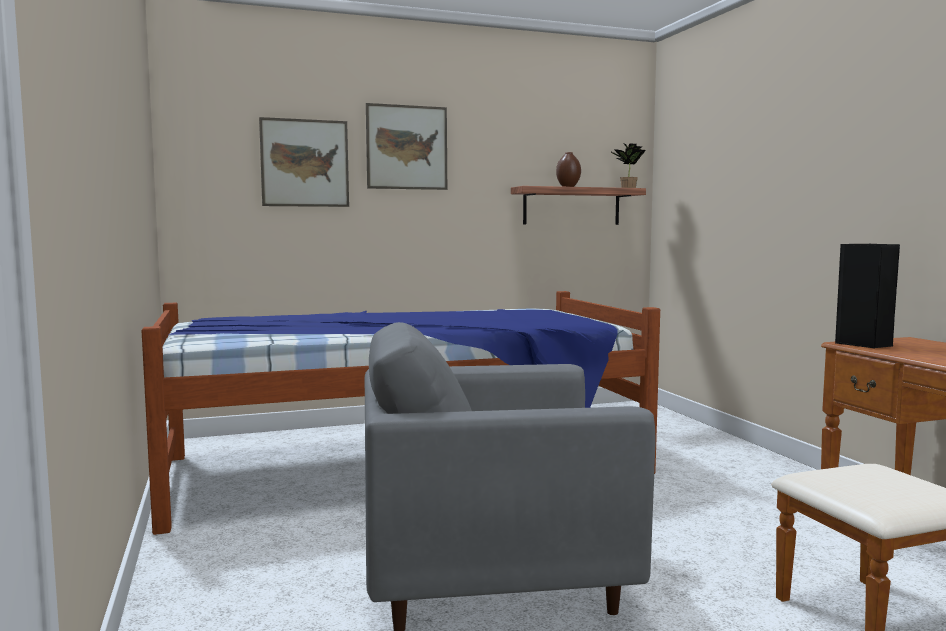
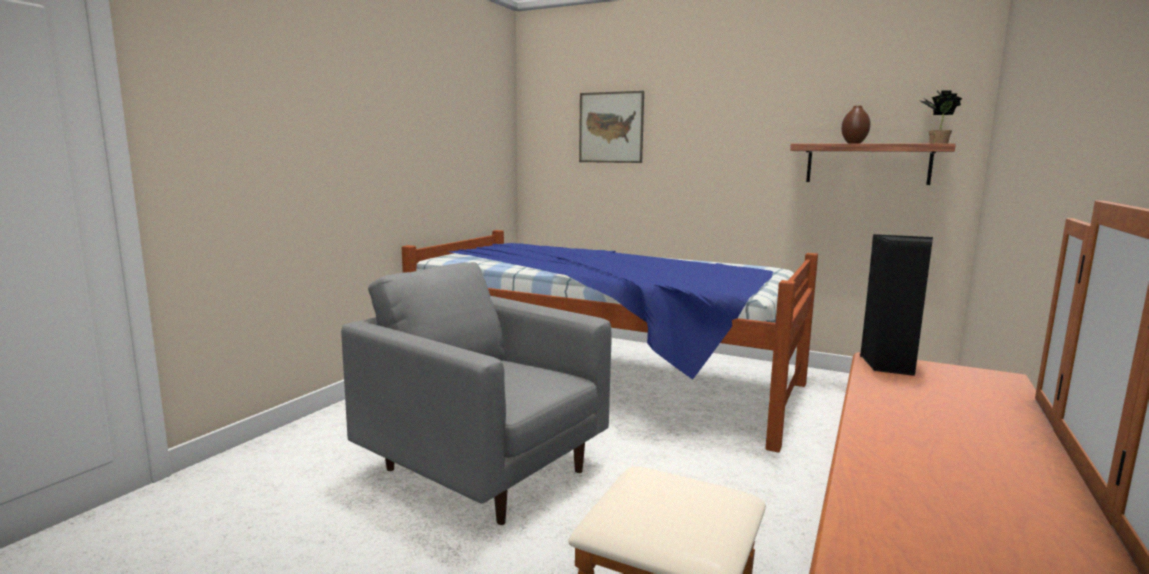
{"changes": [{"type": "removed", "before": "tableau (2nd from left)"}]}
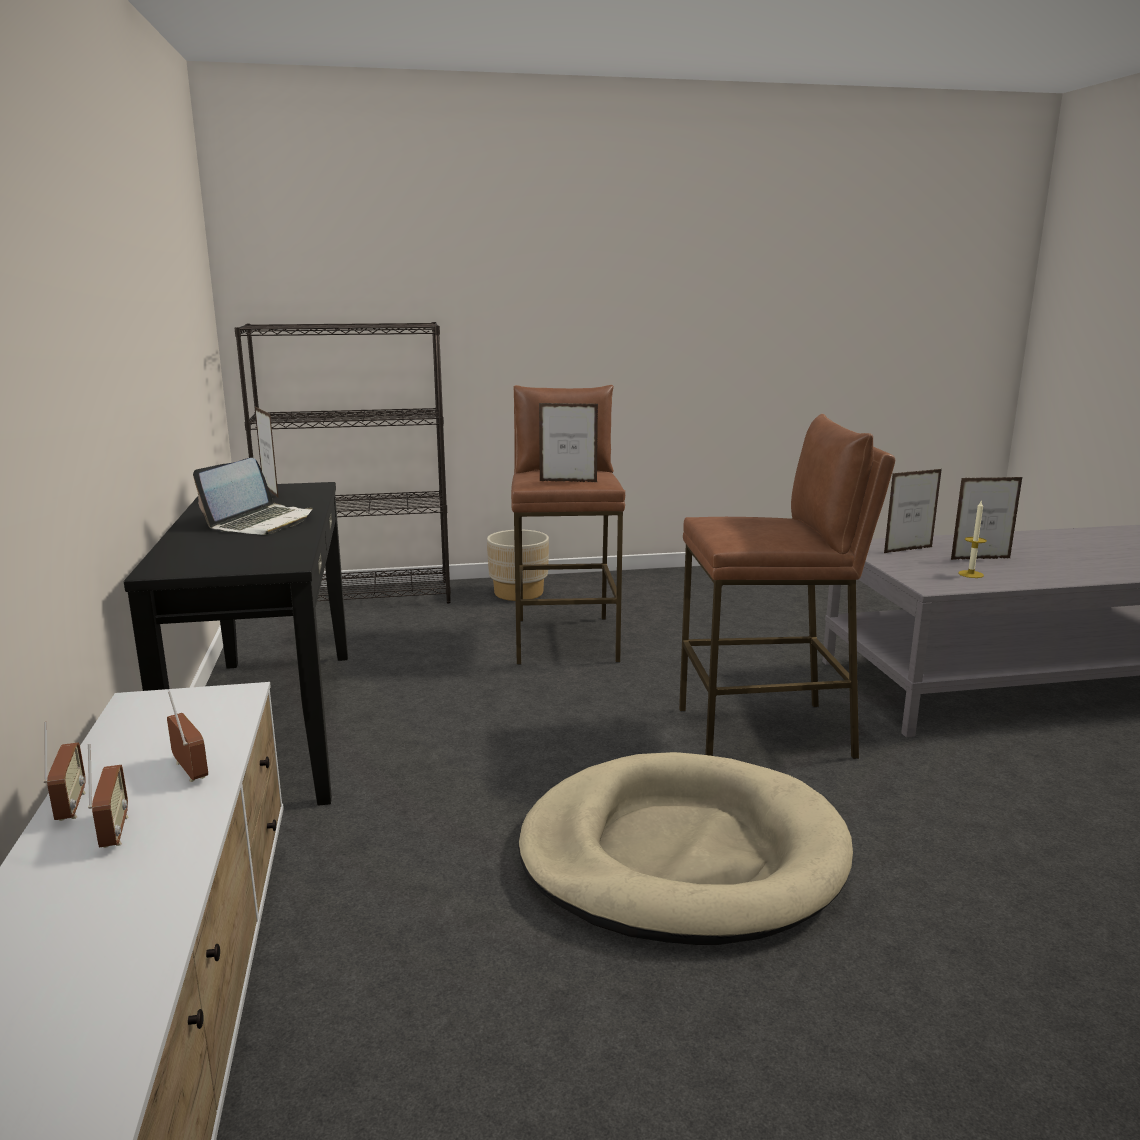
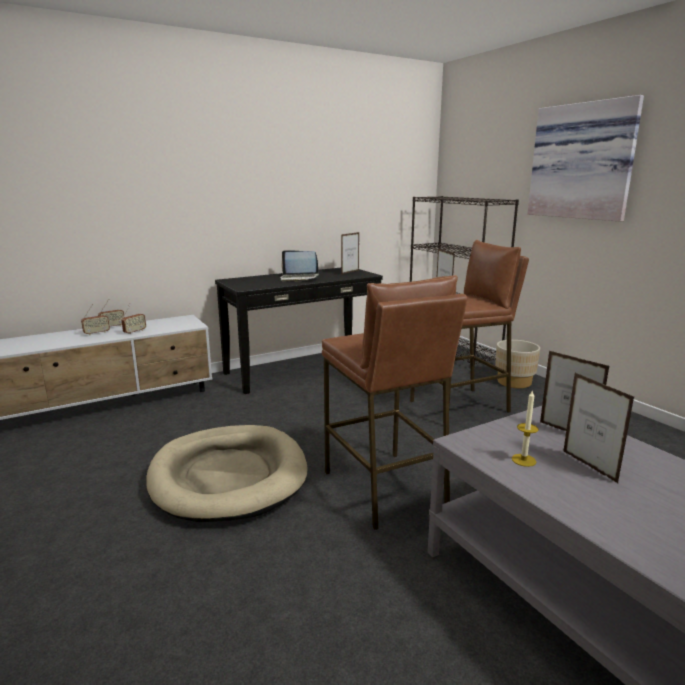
{"changes": [{"type": "added", "after": "tableau"}]}
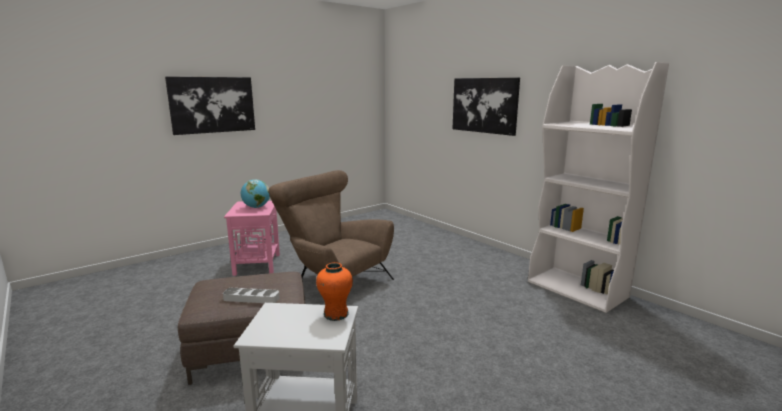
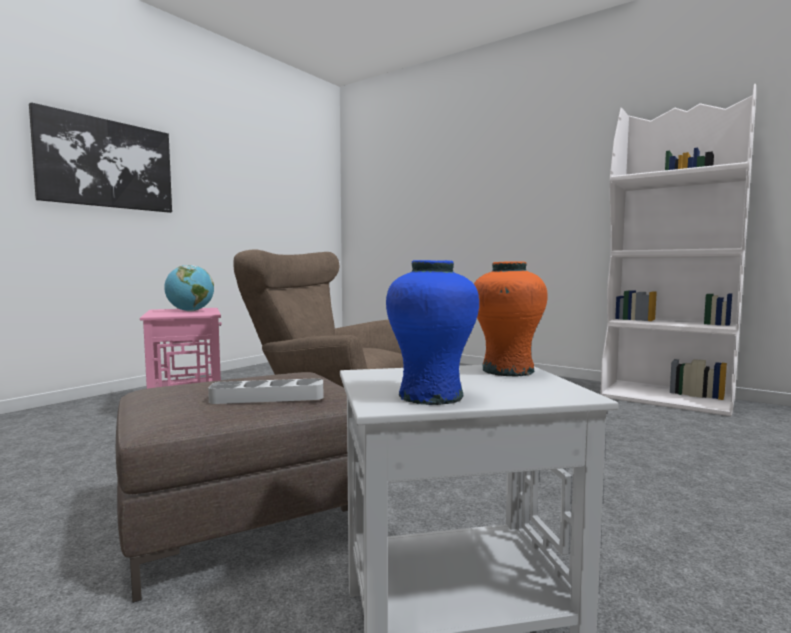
{"changes": [{"type": "added", "after": "vase/bleu"}, {"type": "removed", "before": "tableau (2nd from left)"}]}
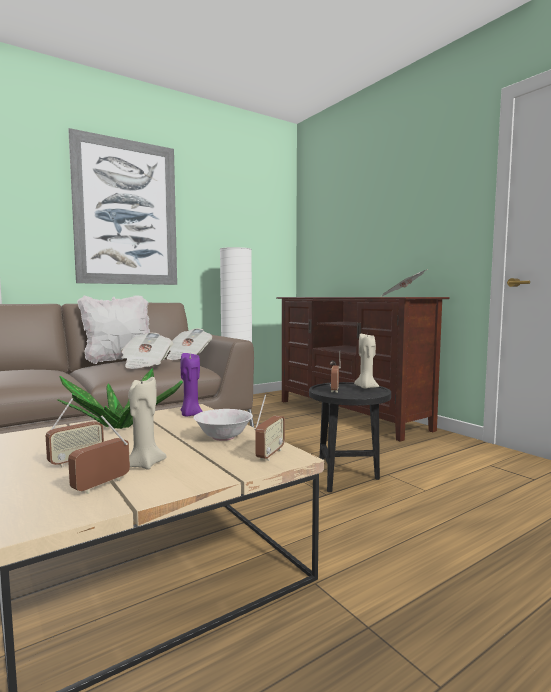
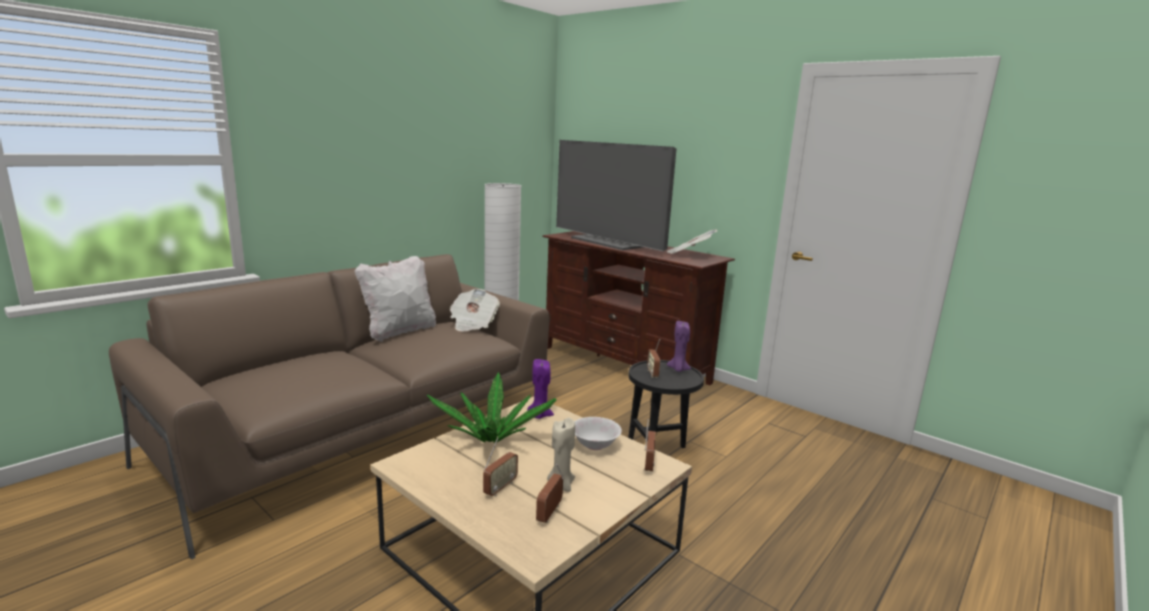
{"changes": [{"type": "added", "after": "téléviseur"}, {"type": "recoloured", "before": "bougie/beige (2nd from left)", "after": "bougie/violet (2nd from left)"}, {"type": "removed", "before": "tableau"}, {"type": "removed", "before": "journal (1st from left)"}]}
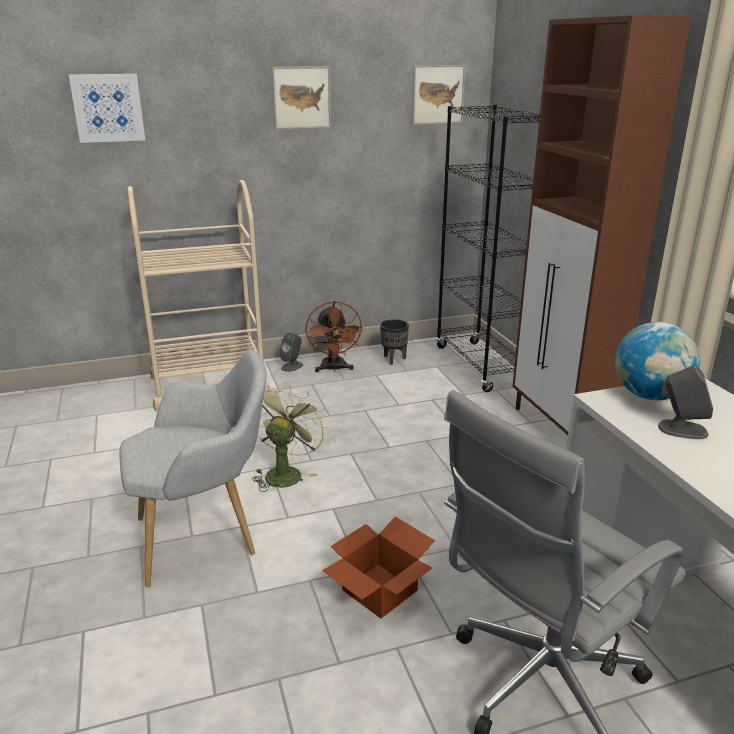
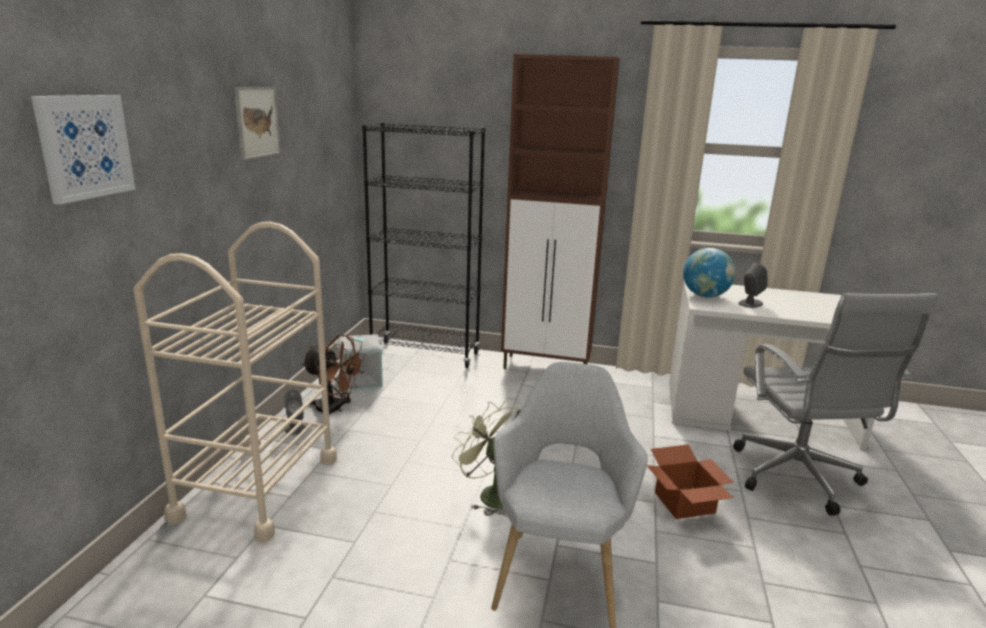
{"changes": [{"type": "replaced", "before": "cache-pot/noir", "after": "boîte de rangement/gris"}, {"type": "removed", "before": "tableau (3rd from left)"}]}
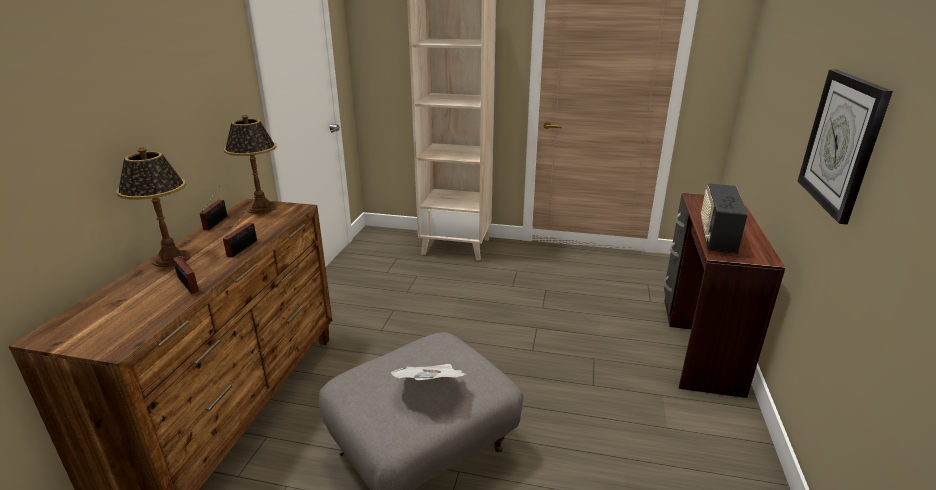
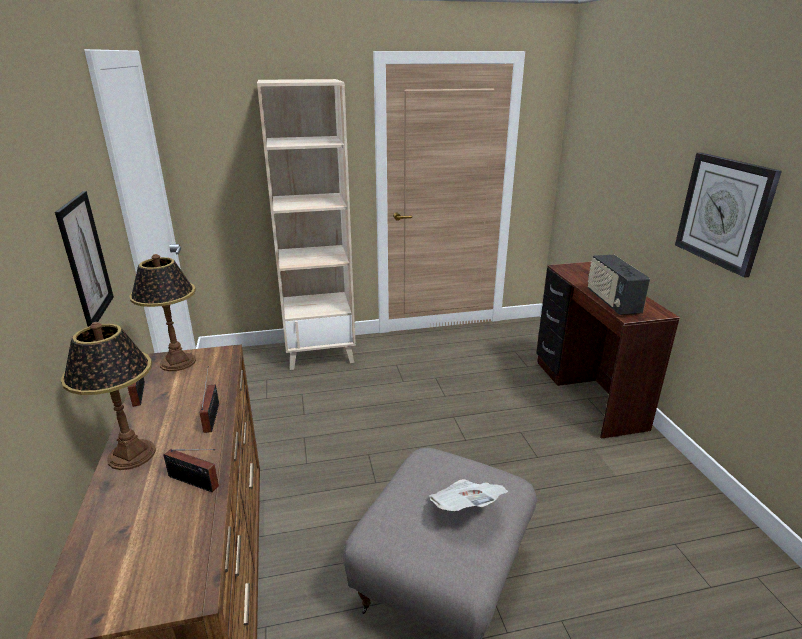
{"changes": [{"type": "added", "after": "tableau"}]}
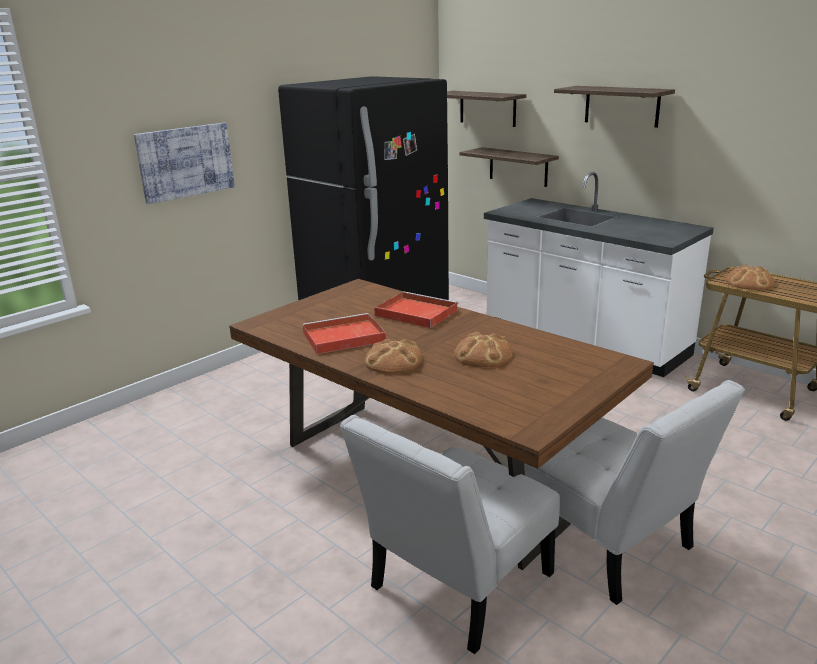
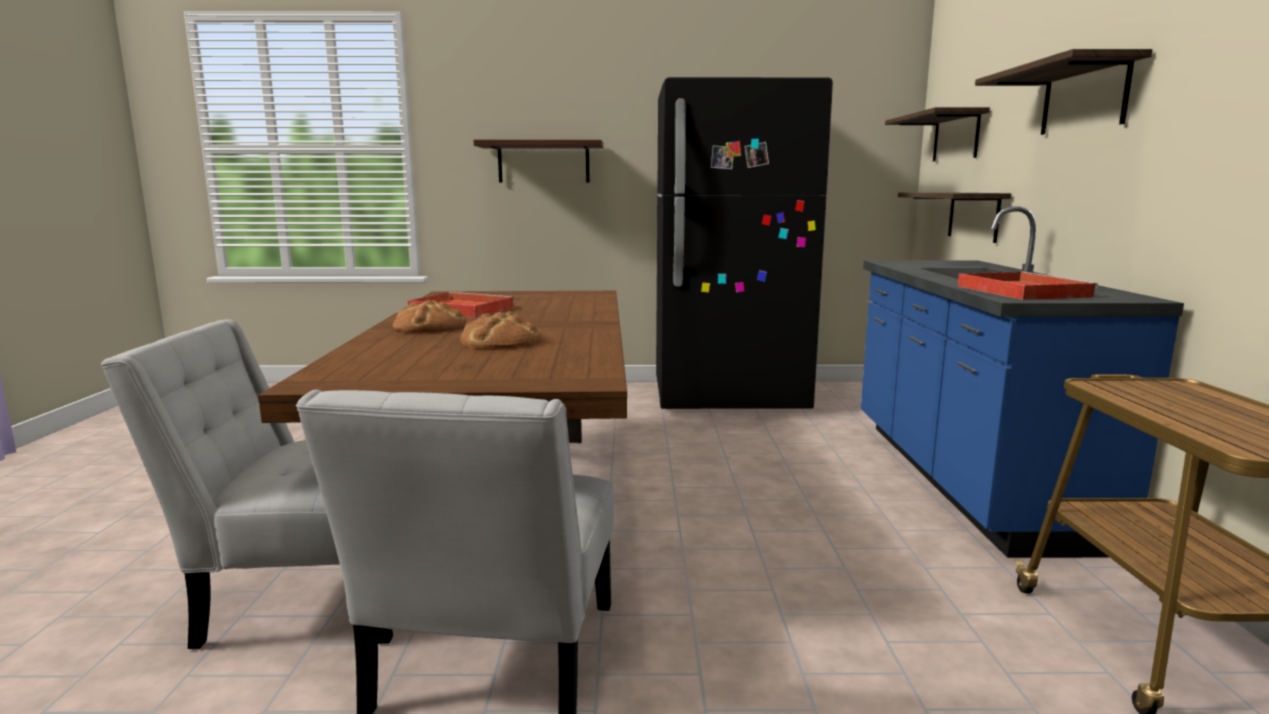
{"changes": [{"type": "replaced", "before": "tableau", "after": "étagère (1st from left)"}, {"type": "recoloured", "before": "comptoir de cuisine/blanc", "after": "comptoir de cuisine/bleu"}, {"type": "moved", "before": "plateau/rouge (2nd from left)"}, {"type": "removed", "before": "pain (3rd from left)"}]}
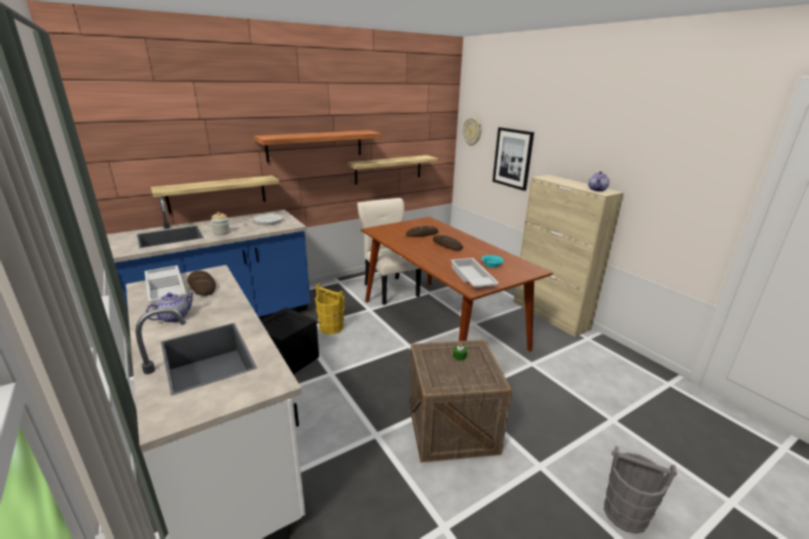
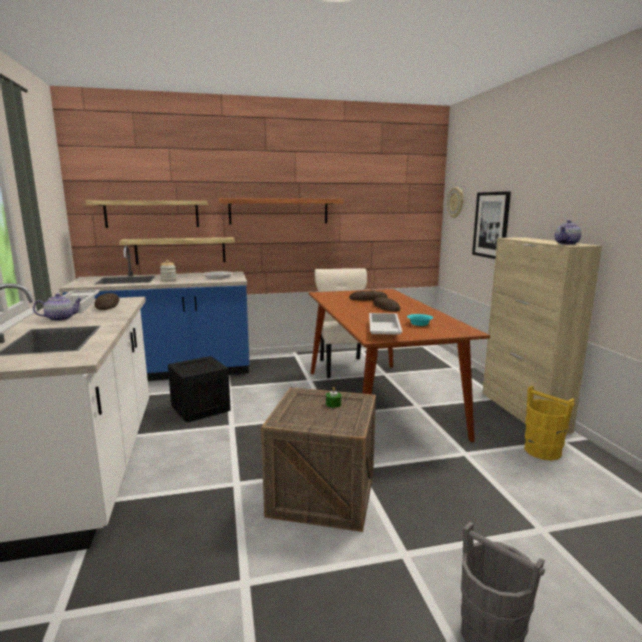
{"changes": [{"type": "moved", "before": "étagère (3rd from left in the first image)", "after": "étagère (1st from left)"}, {"type": "moved", "before": "seau/jaune"}]}
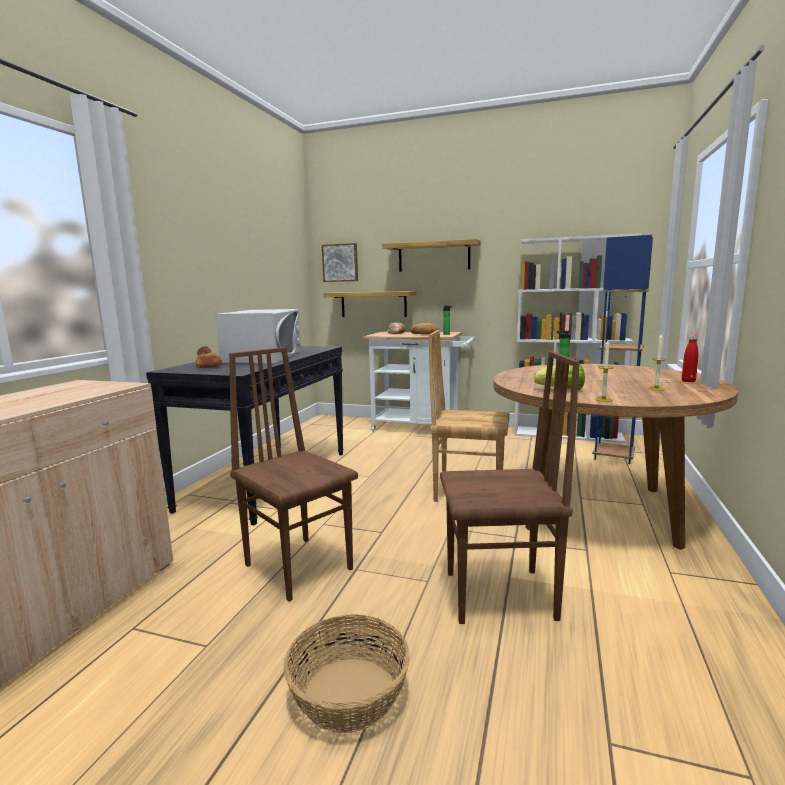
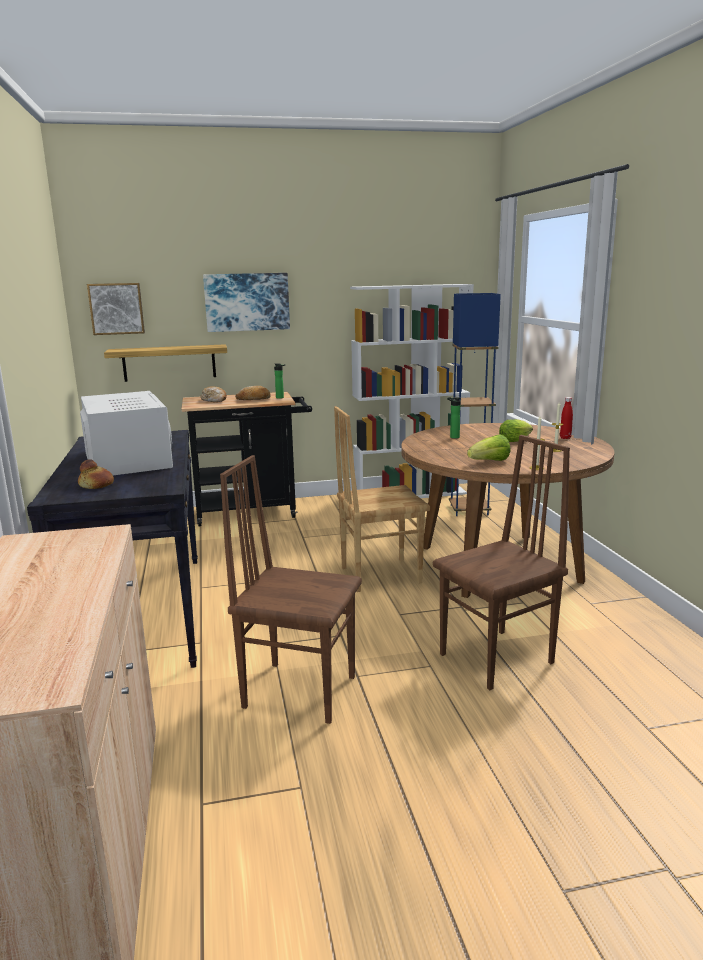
{"changes": [{"type": "recoloured", "before": "chariot/blanc", "after": "chariot/noir"}, {"type": "replaced", "before": "étagère (2nd from left)", "after": "tableau (2nd from left)"}, {"type": "added", "after": "laitue (2nd from left)"}, {"type": "removed", "before": "panier"}]}
